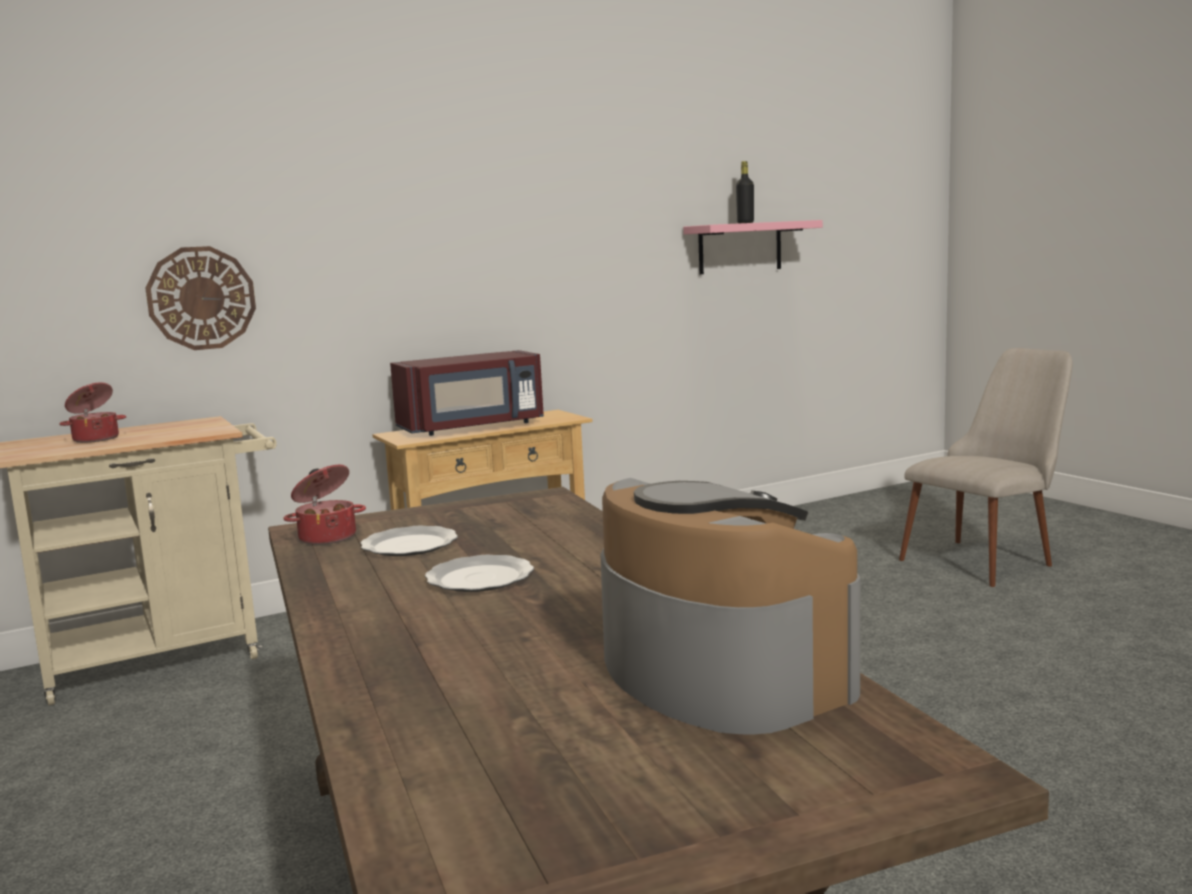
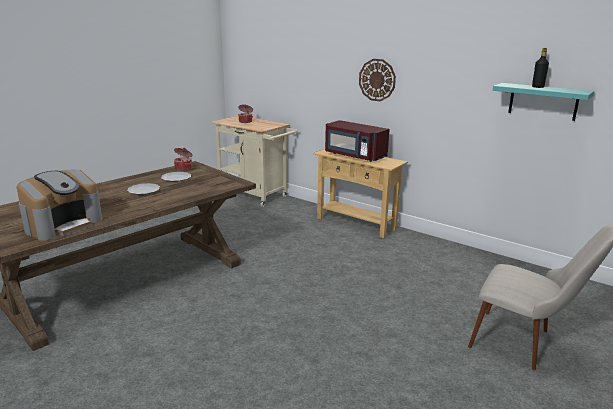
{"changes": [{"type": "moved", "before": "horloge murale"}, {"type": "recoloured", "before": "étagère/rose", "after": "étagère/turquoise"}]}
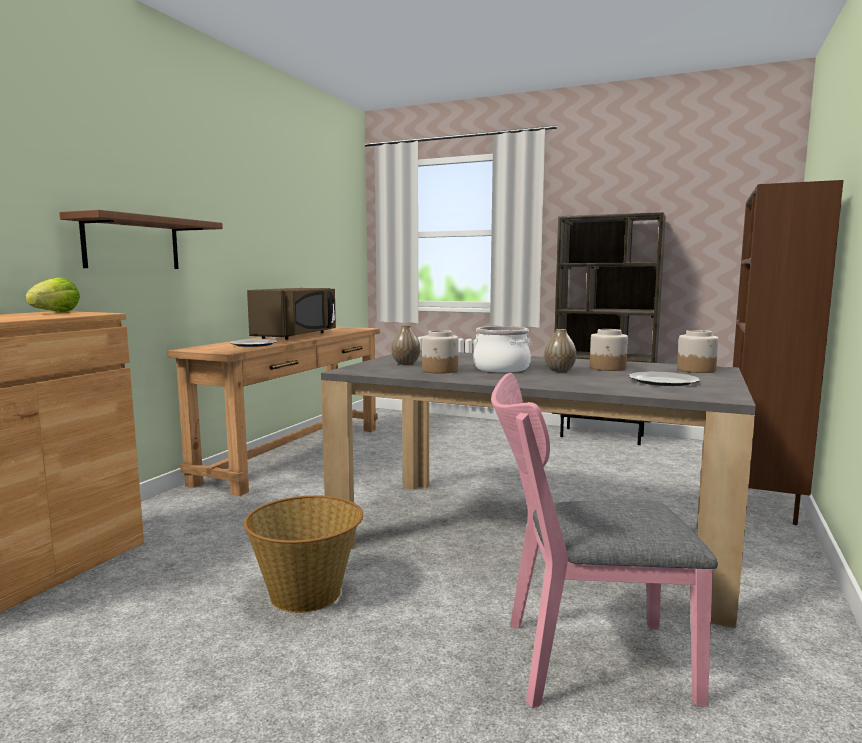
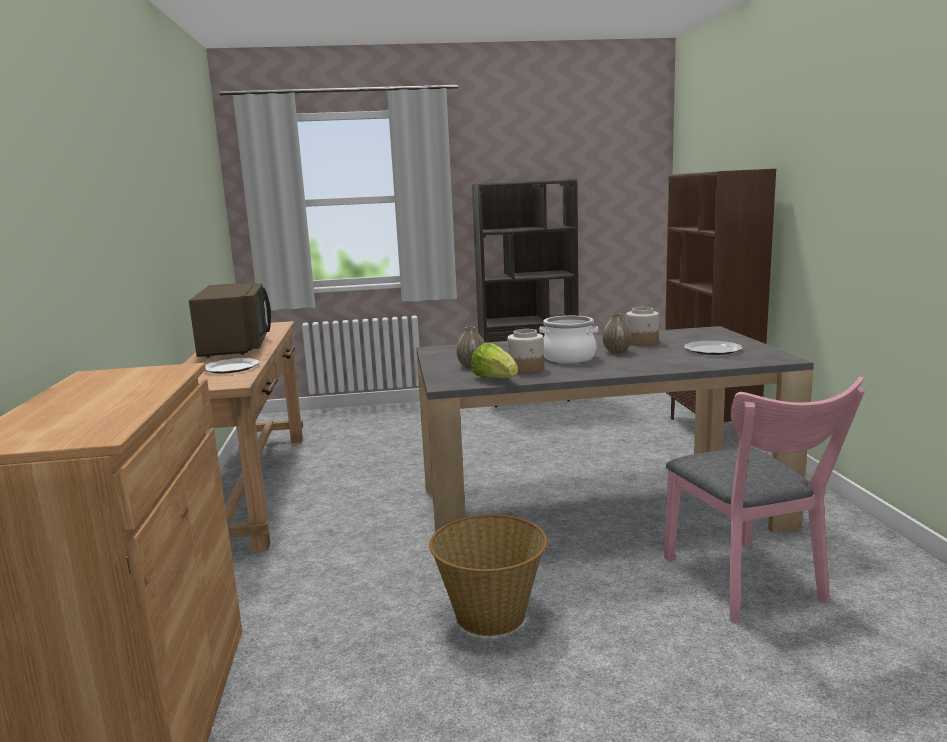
{"changes": [{"type": "moved", "before": "laitue"}, {"type": "turned", "before": "chaise/rose", "turn": -75}, {"type": "removed", "before": "étagère/marron"}, {"type": "removed", "before": "bocal (3rd from left)"}]}
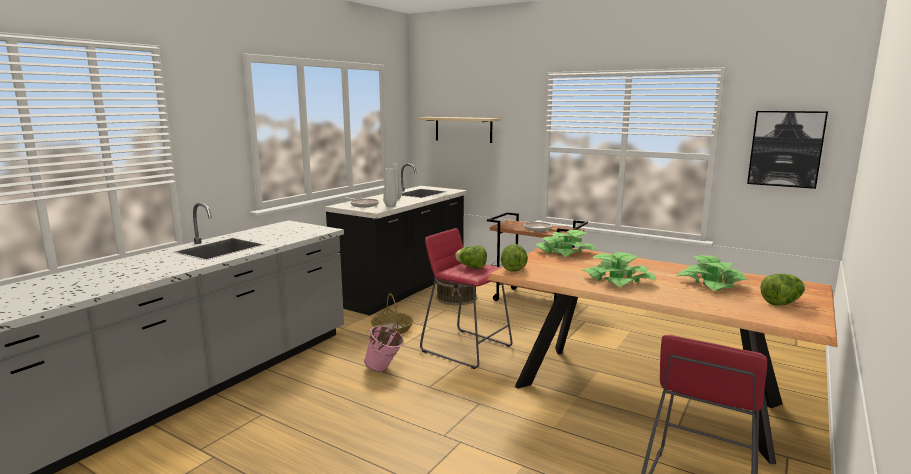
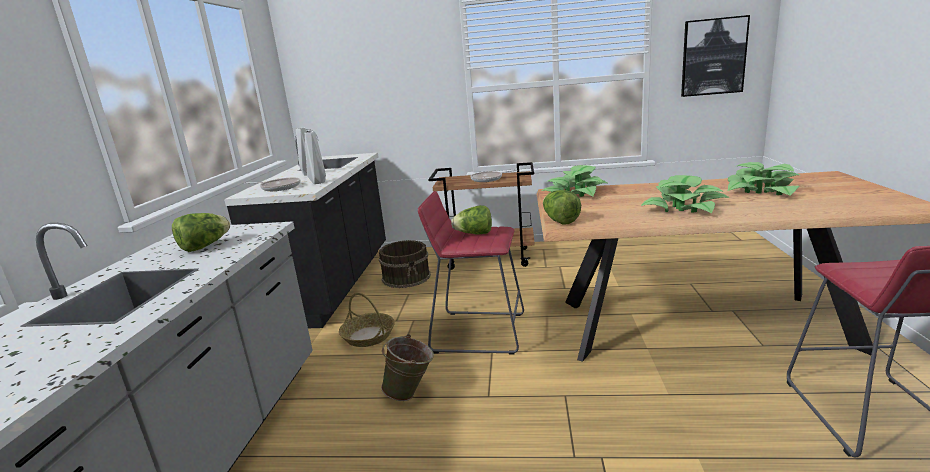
{"changes": [{"type": "moved", "before": "laitue (3rd from left in the first image)", "after": "laitue (1st from left)"}, {"type": "recoloured", "before": "seau/rose", "after": "seau/vert"}, {"type": "removed", "before": "étagère/beige"}]}
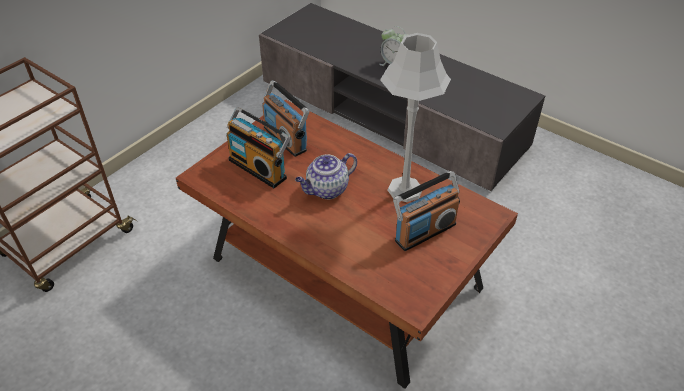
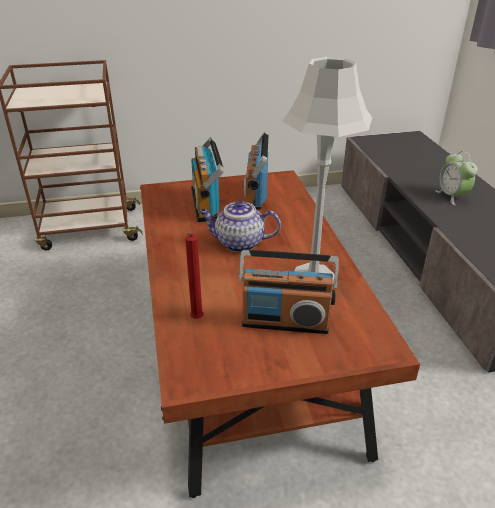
{"changes": [{"type": "added", "after": "bougie/rouge"}]}
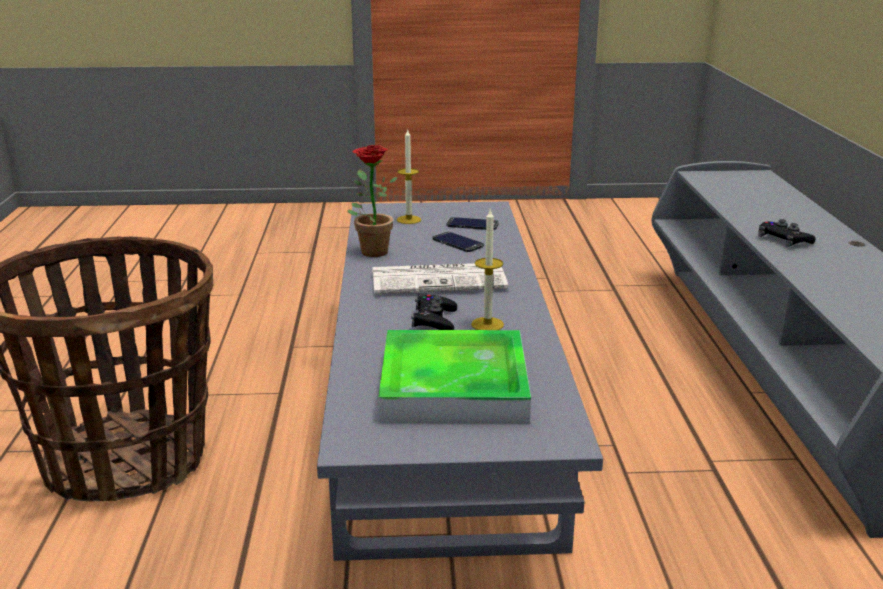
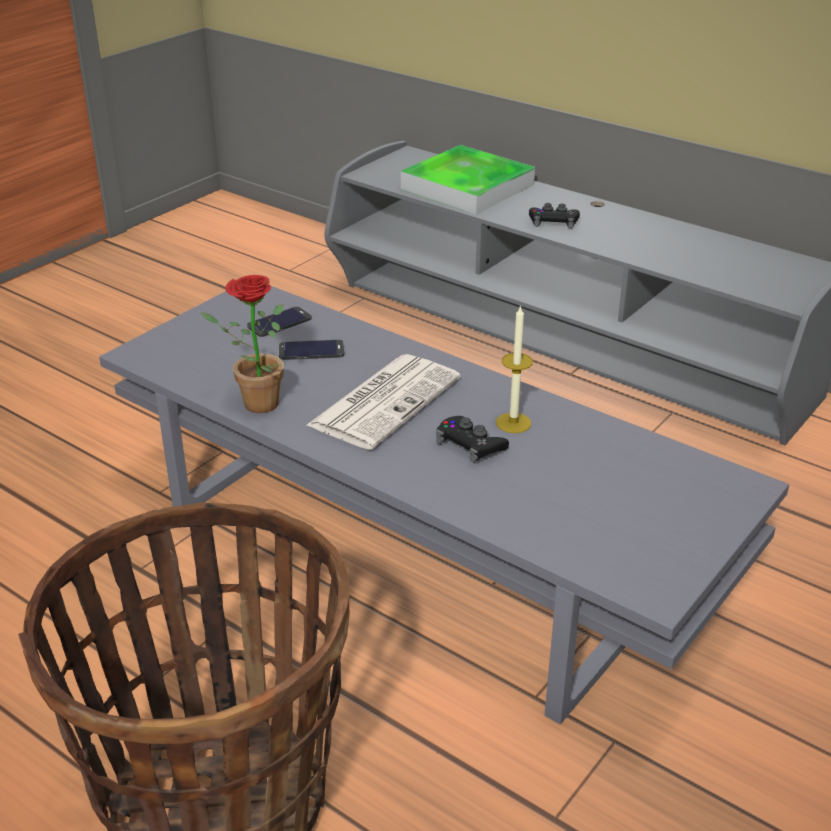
{"changes": [{"type": "moved", "before": "plateau"}, {"type": "removed", "before": "bougie (1st from left)"}]}
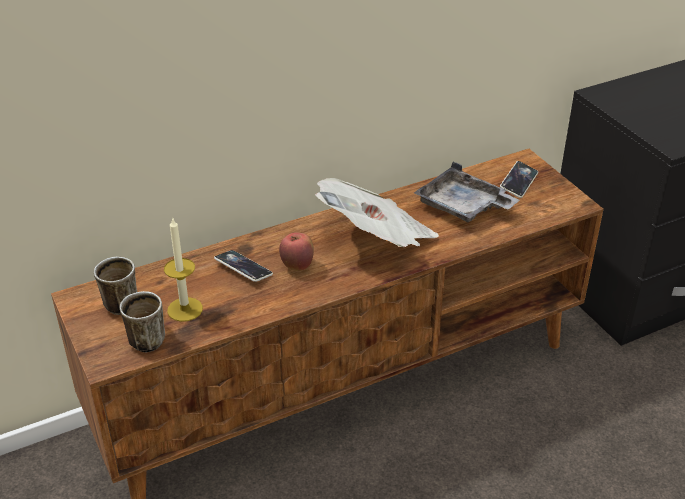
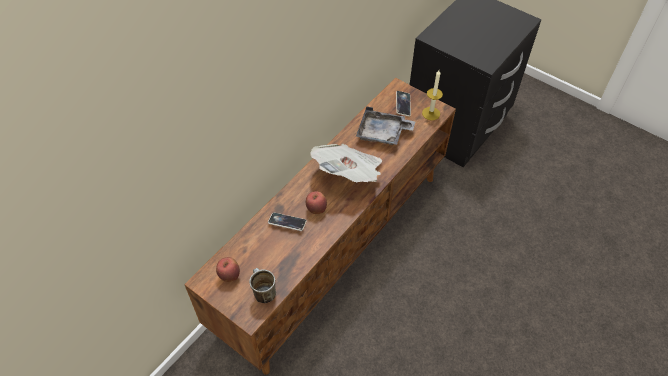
{"changes": [{"type": "replaced", "before": "mug (1st from left)", "after": "pomme (1st from left)"}, {"type": "moved", "before": "bougie"}]}
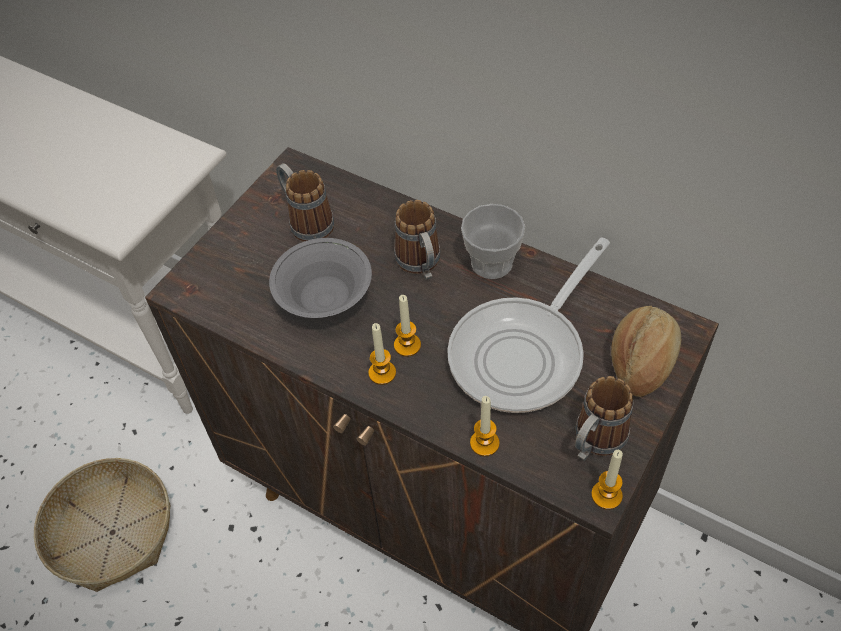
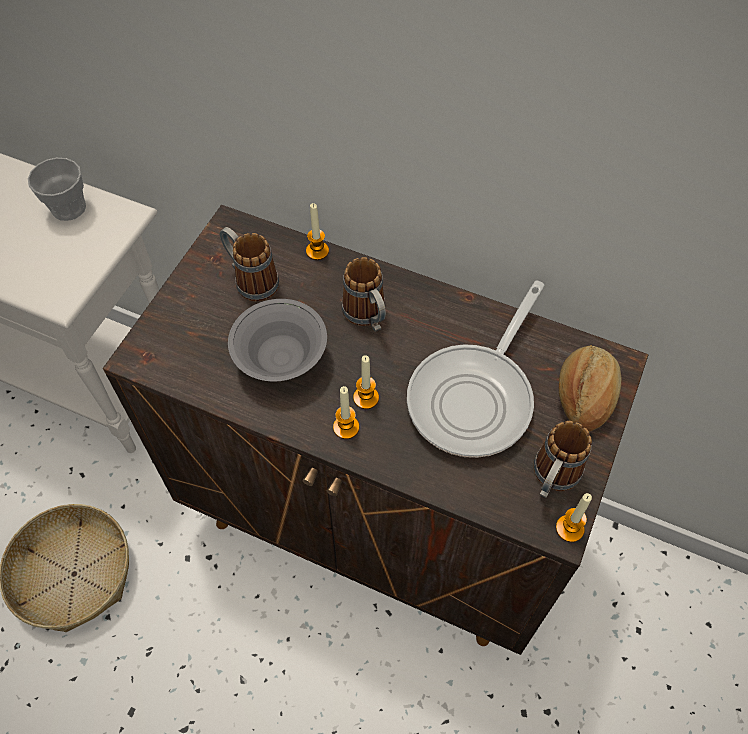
{"changes": [{"type": "moved", "before": "tasse"}, {"type": "moved", "before": "bougie (3rd from left in the first image)", "after": "bougie (1st from left)"}]}
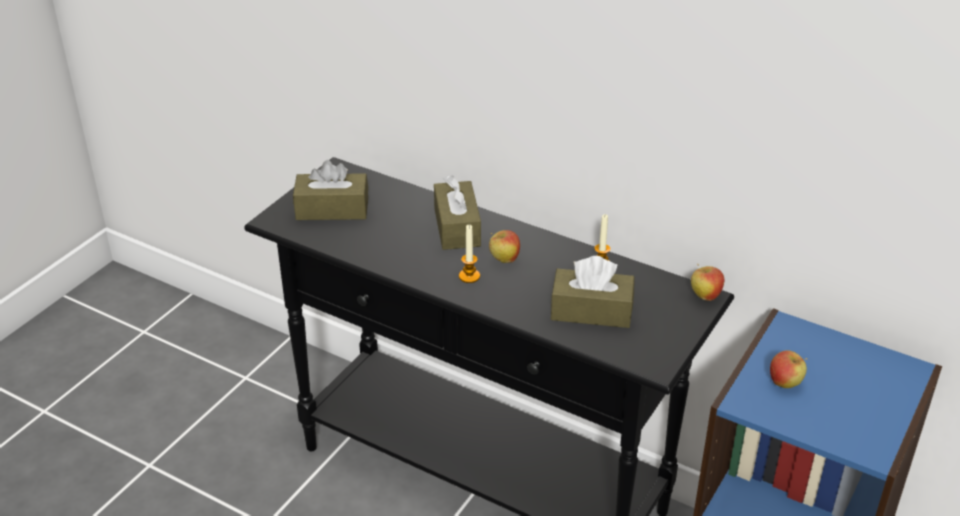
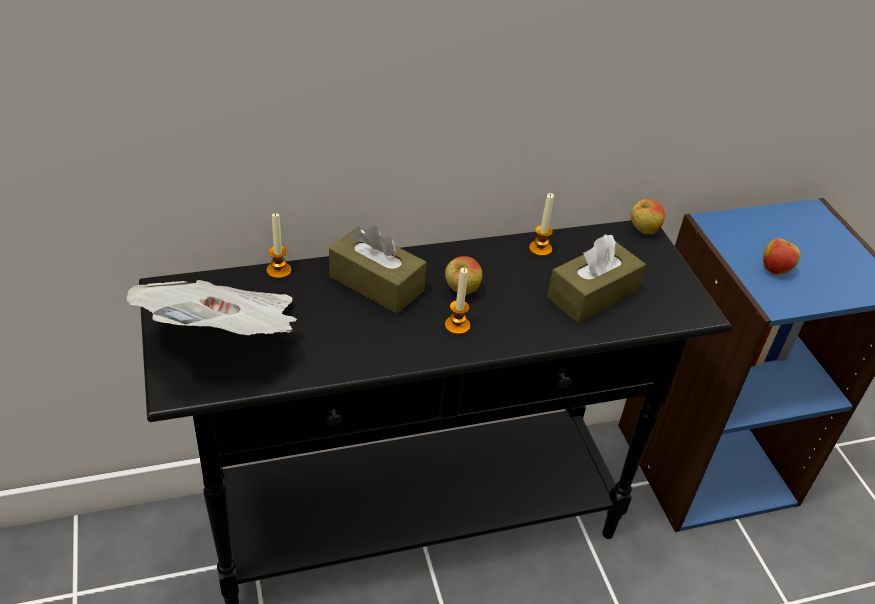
{"changes": [{"type": "replaced", "before": "boîte à mouchoirs/marron (1st from left)", "after": "journal"}, {"type": "added", "after": "bougie (1st from left)"}]}
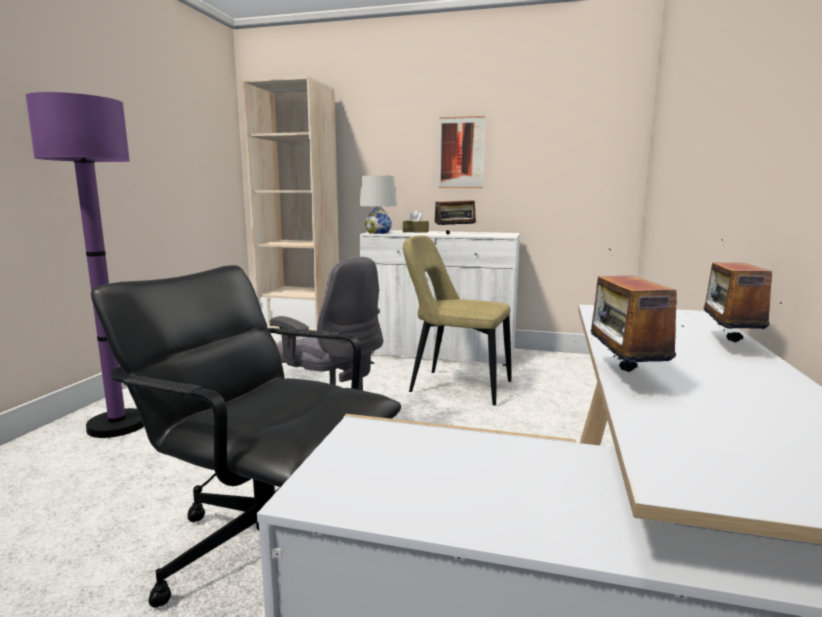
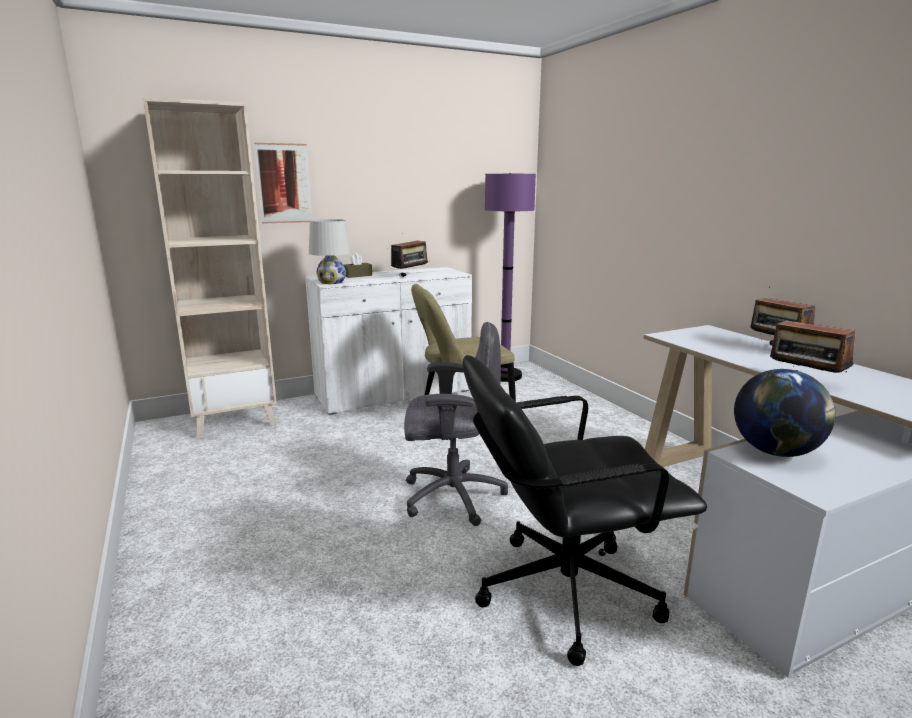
{"changes": [{"type": "moved", "before": "tableau"}, {"type": "moved", "before": "lampadaire/violet"}, {"type": "added", "after": "globe"}]}
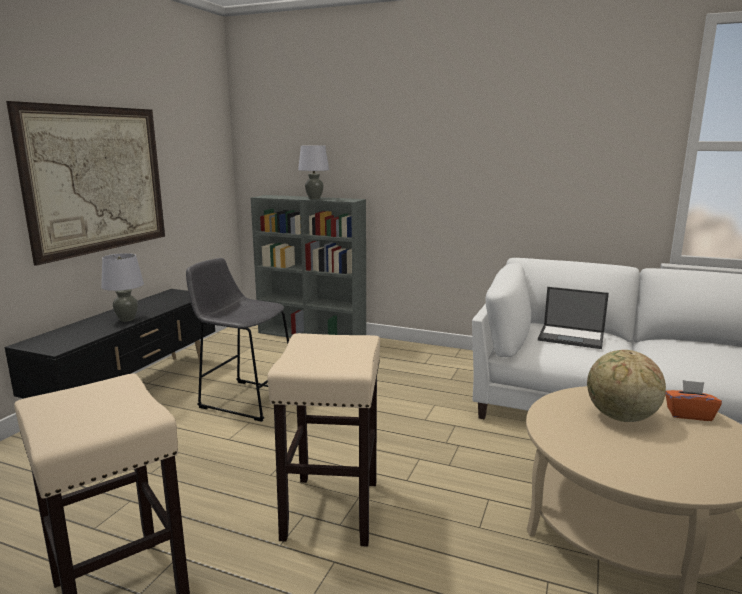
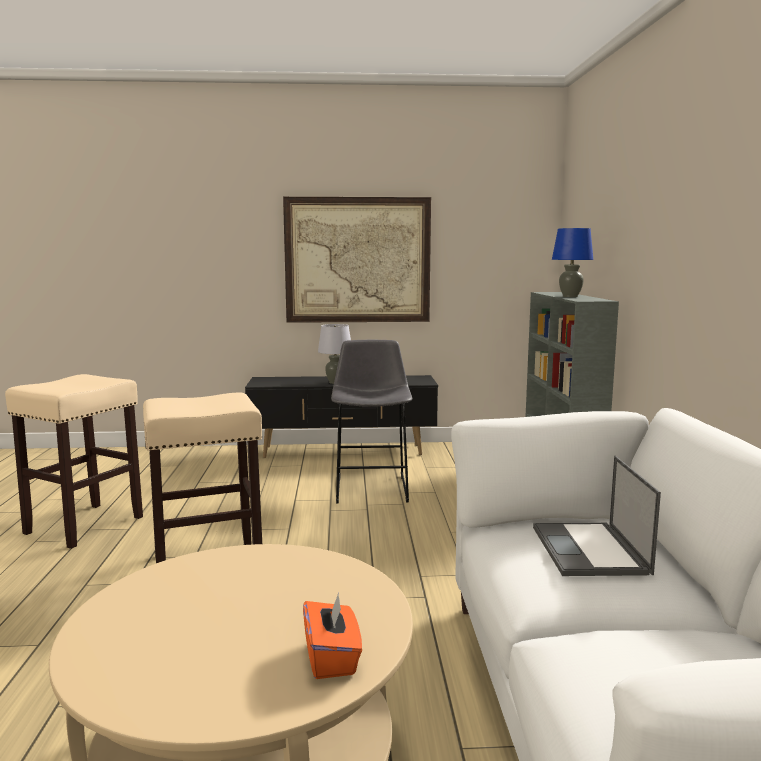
{"changes": [{"type": "recoloured", "before": "lampe de table/gris (2nd from left)", "after": "lampe de table/bleu"}, {"type": "removed", "before": "globe"}]}
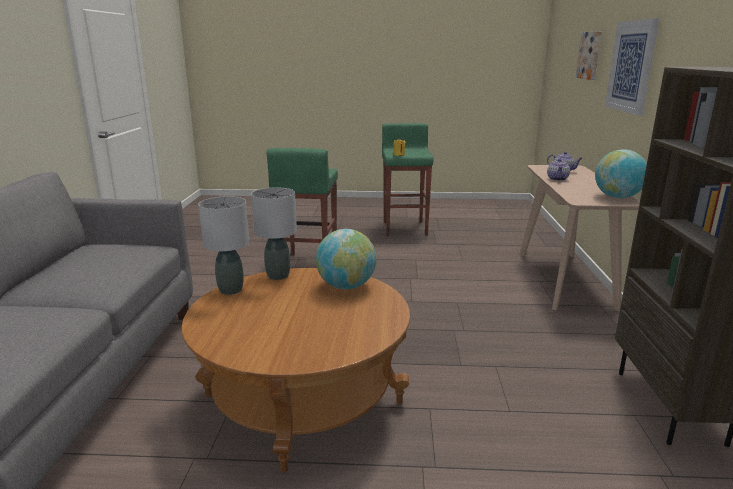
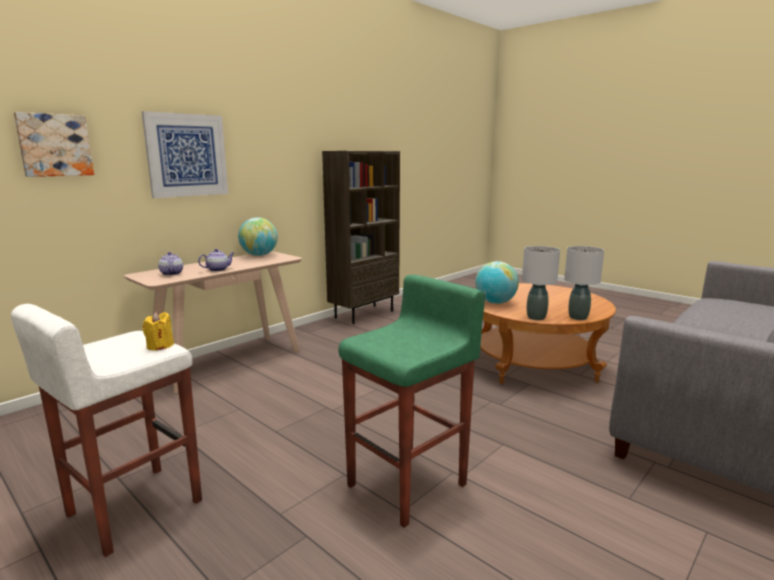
{"changes": [{"type": "recoloured", "before": "tabouret/vert (2nd from left)", "after": "tabouret/blanc"}]}
